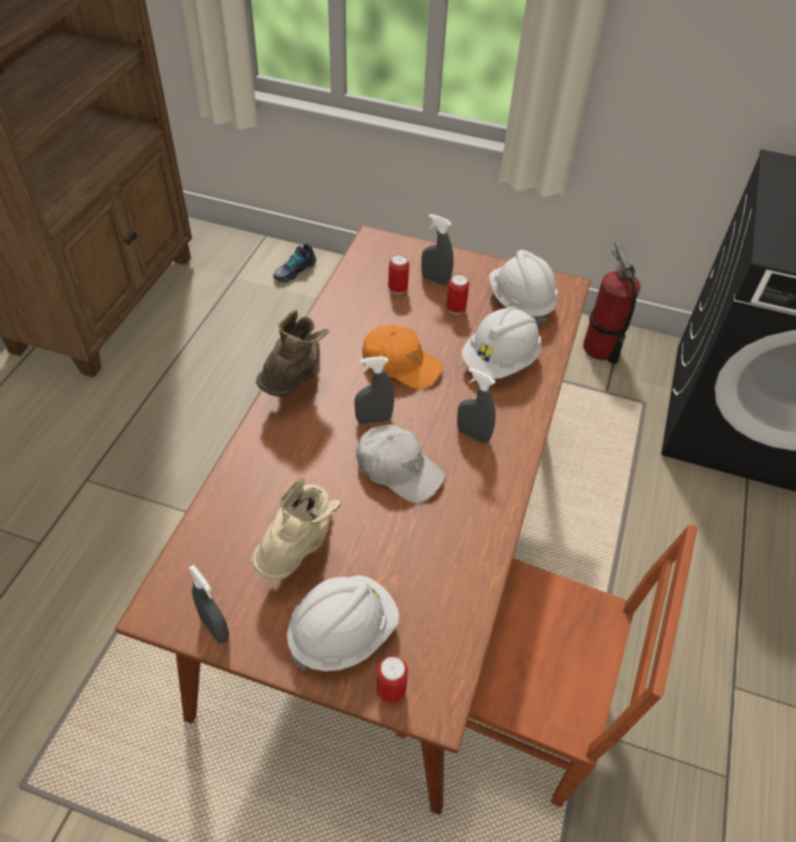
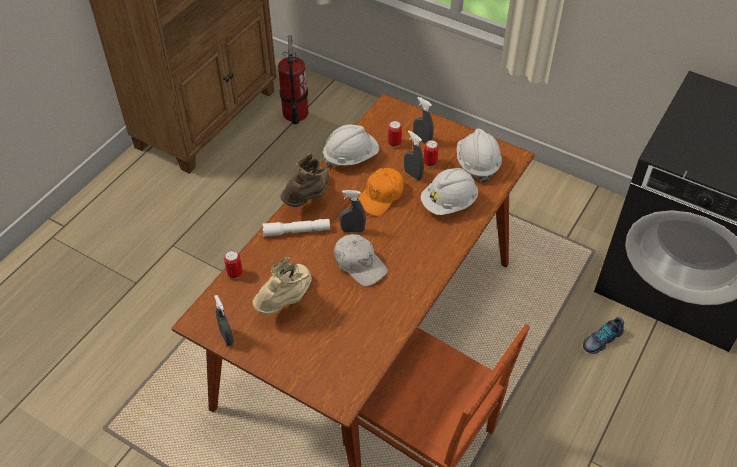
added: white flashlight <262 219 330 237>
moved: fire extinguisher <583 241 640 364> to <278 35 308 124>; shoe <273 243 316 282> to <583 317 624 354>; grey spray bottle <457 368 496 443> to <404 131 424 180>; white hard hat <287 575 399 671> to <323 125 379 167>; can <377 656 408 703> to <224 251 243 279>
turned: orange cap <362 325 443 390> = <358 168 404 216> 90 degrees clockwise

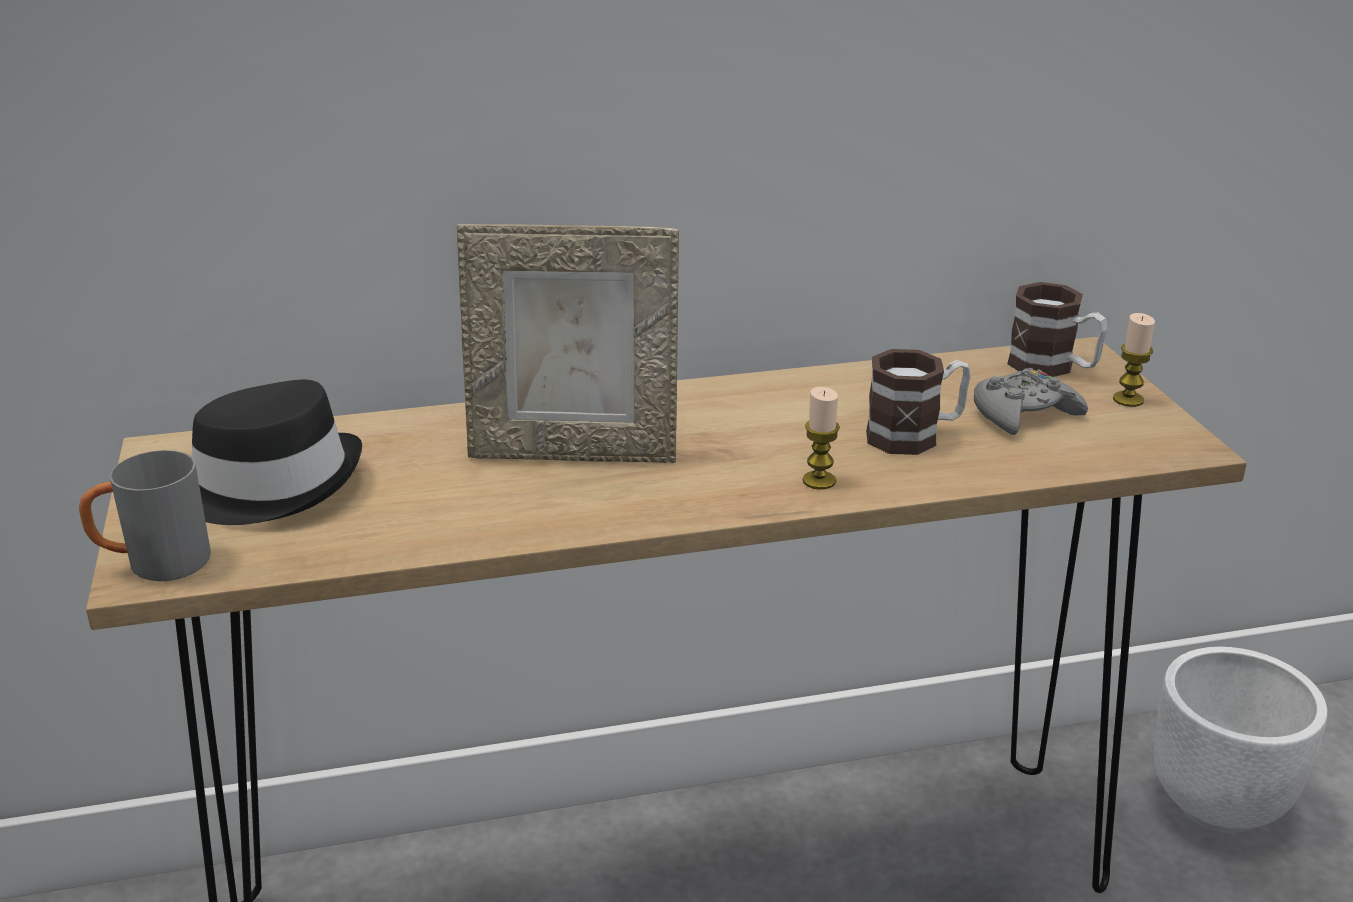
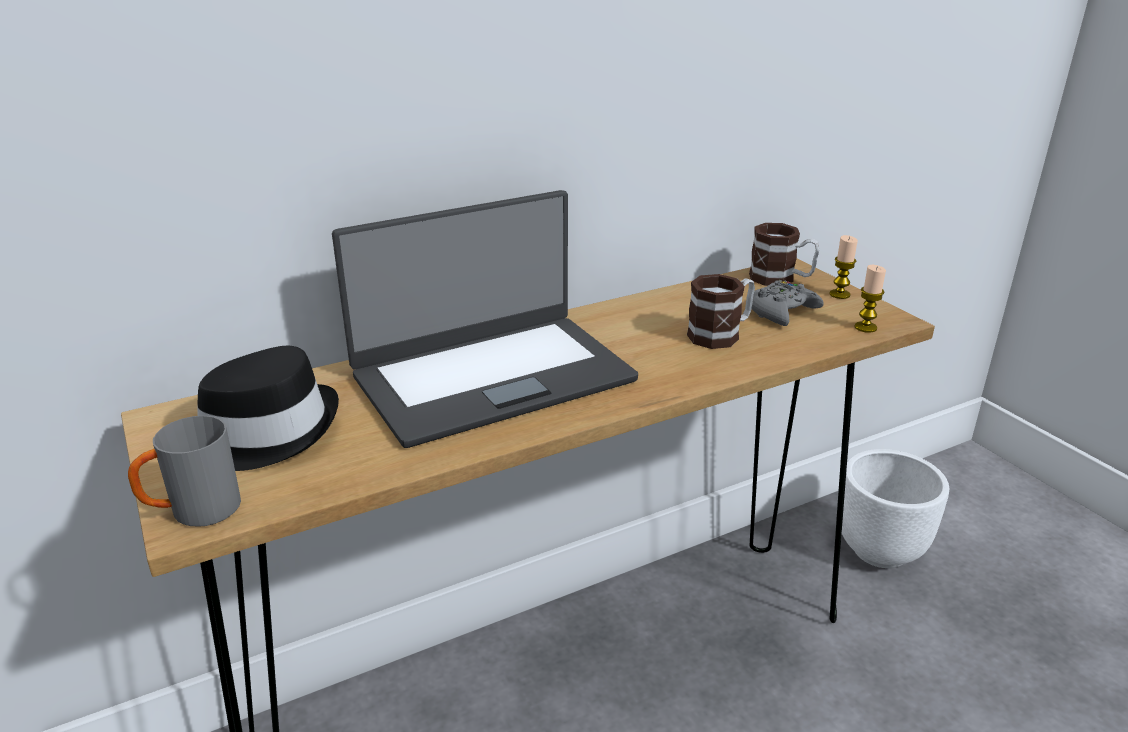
moved: candle <803 387 840 490> to <854 265 886 333>
replaced: picture frame <457 224 679 463> to laptop <332 190 638 448>

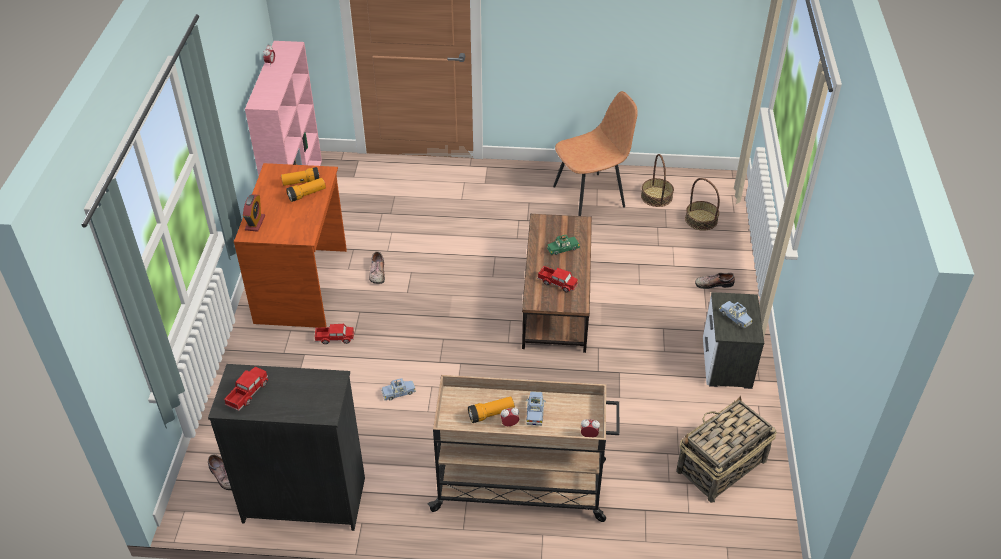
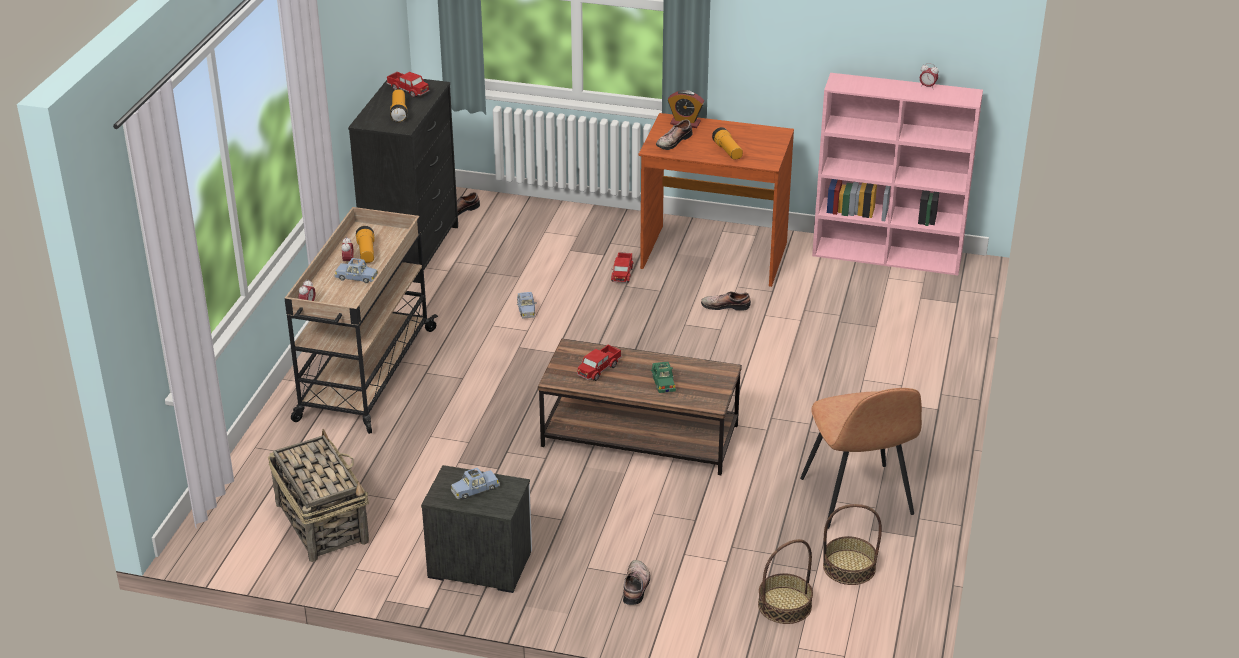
added: shoe <656 119 693 150>
moved: flashlight <281 167 320 186> to <390 89 407 122>

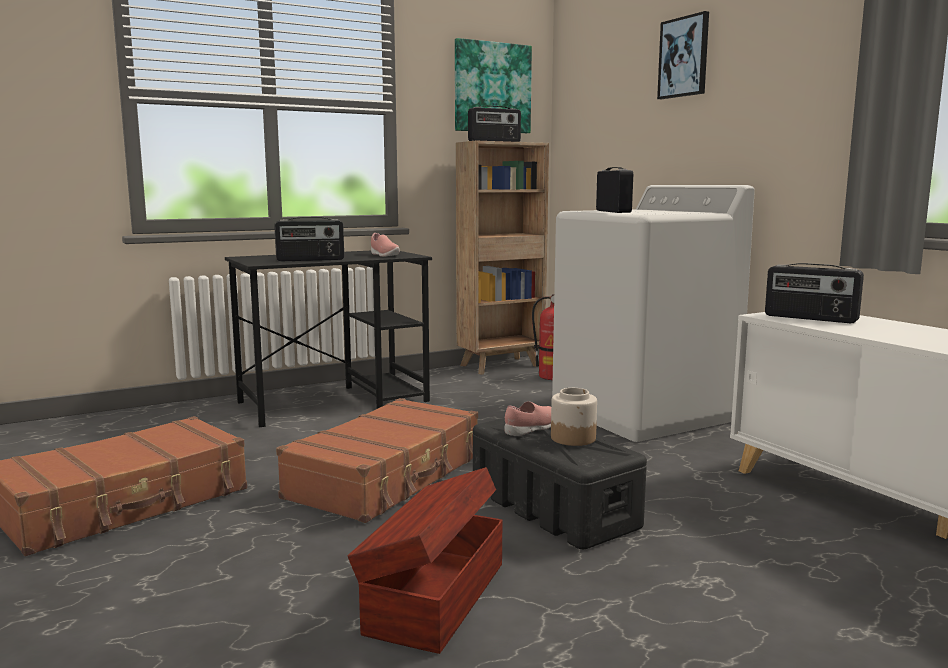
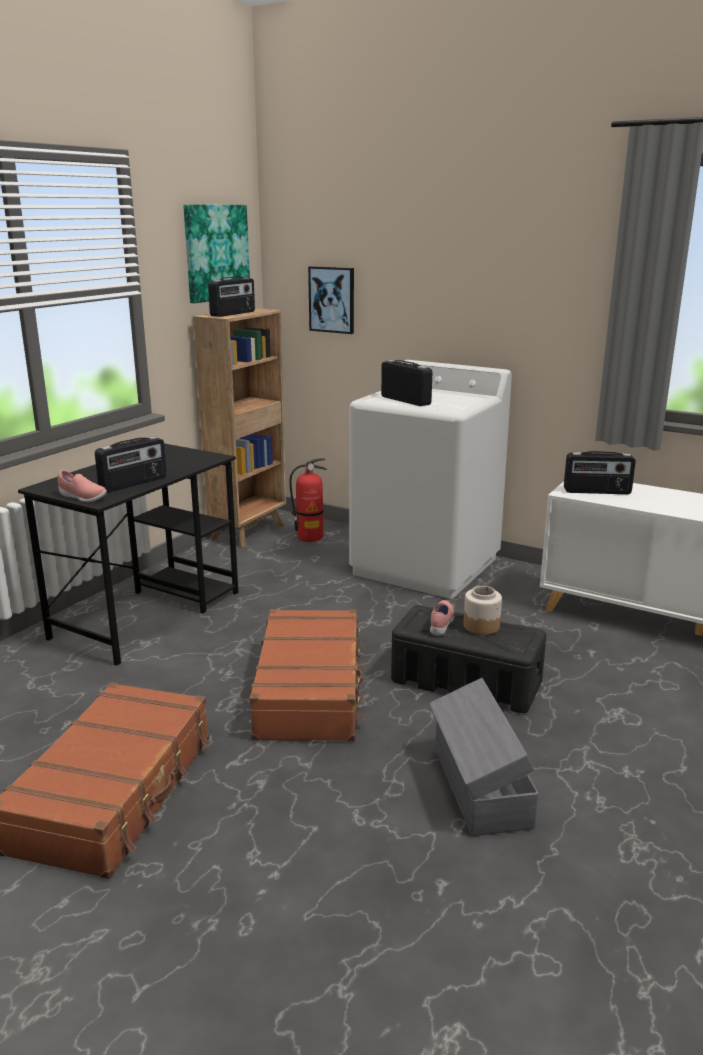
moved: picture <657 11 709 99> to <308 266 354 334>; pink shoe <371 233 400 257> to <58 470 107 502>
recoloured: brown storage box <348 467 502 654> to grey storage box <429 678 538 836>

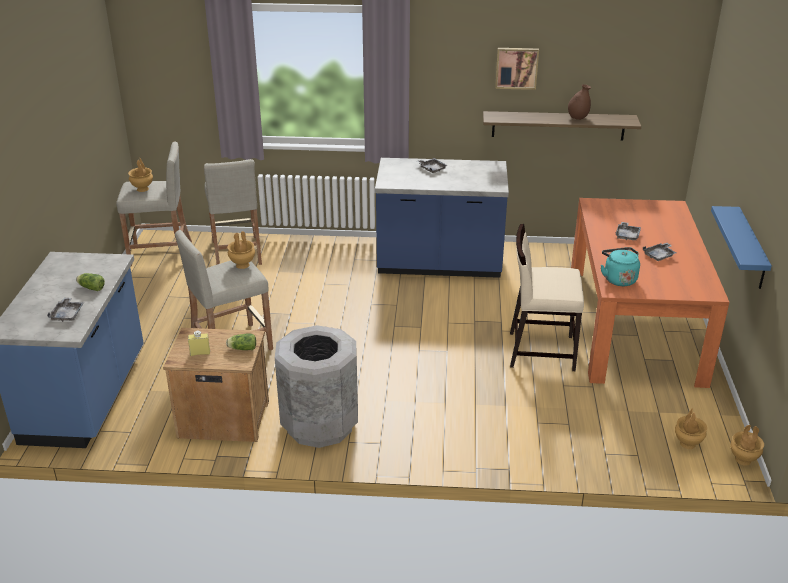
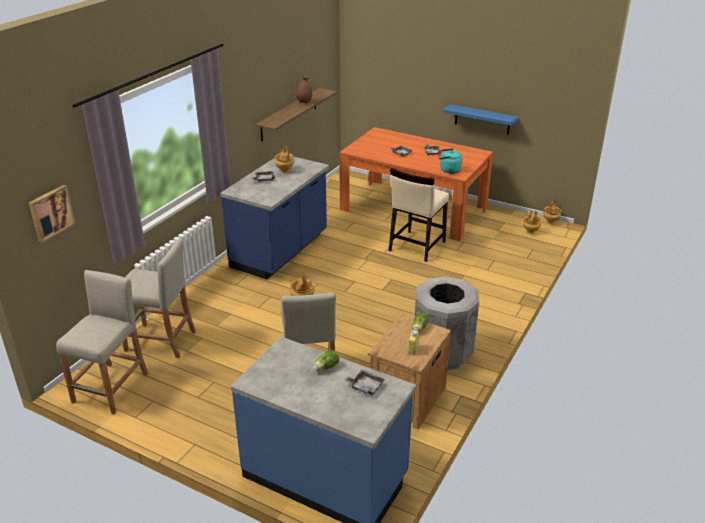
moved: picture <495 48 539 90> to <28 185 76 243>; brown vase <128 158 153 192> to <275 145 294 173>

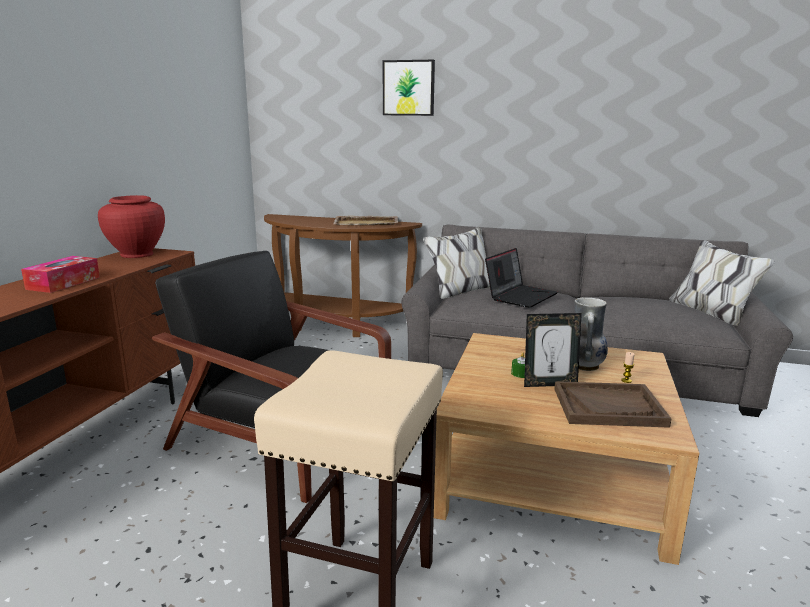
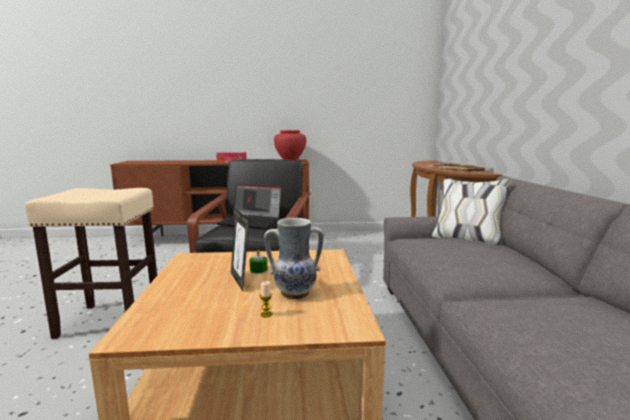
removed: picture <383 60 435 116>; brown tray <554 381 671 428>
moved: laptop <485 248 558 308> to <216 184 282 229>

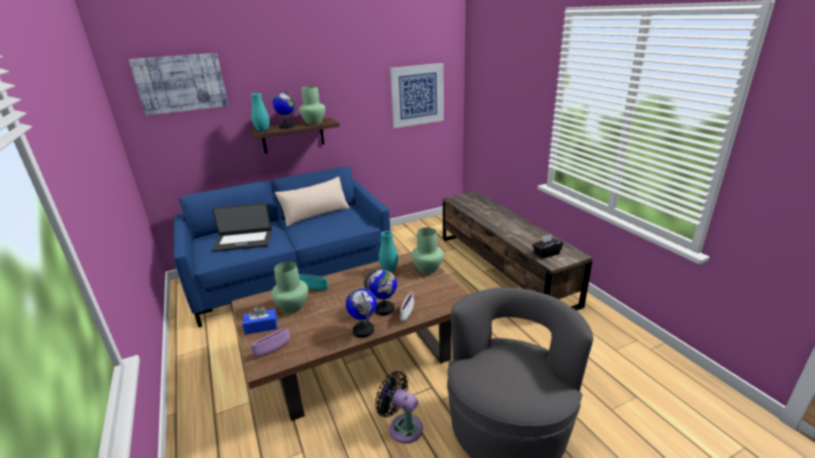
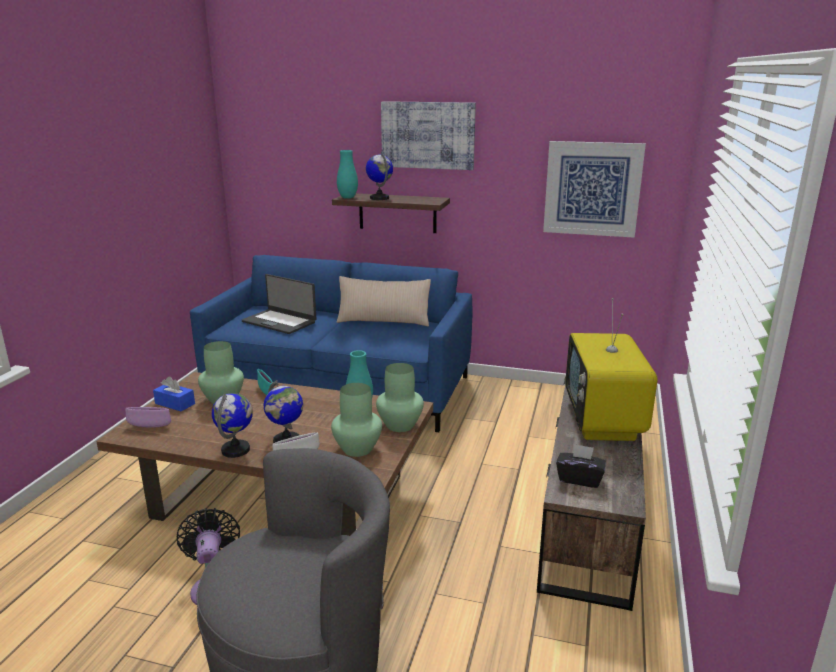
added: television <565 298 658 441>
moved: picture <129 53 228 115> to <381 101 476 170>; green vase <299 86 326 125> to <331 383 382 457>

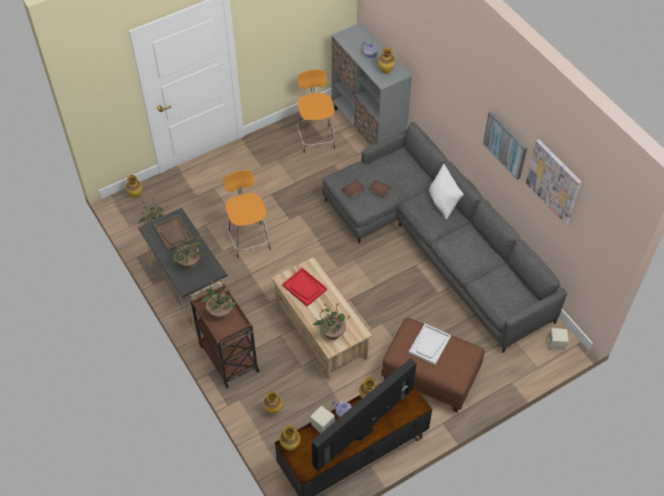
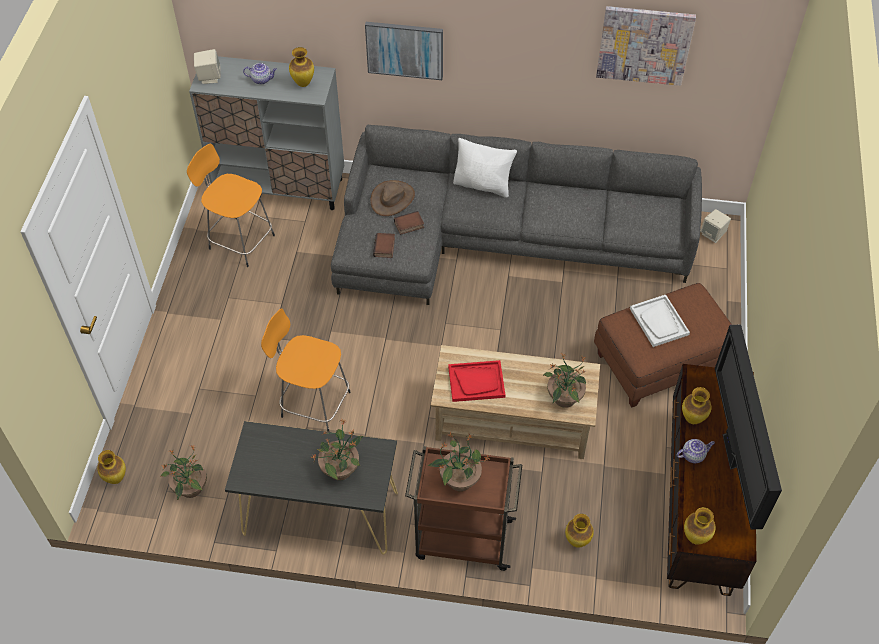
removed: brown tray <154 215 194 252>
added: brown hat <370 180 415 216>
moved: picture <483 111 527 180> to <365 22 443 80>; beige speaker <310 406 335 433> to <194 49 221 84>

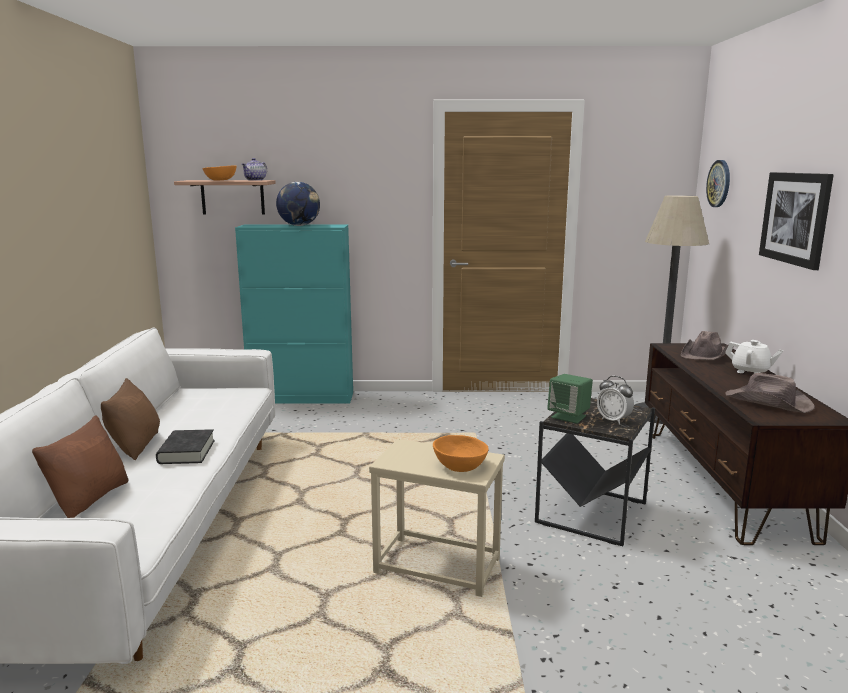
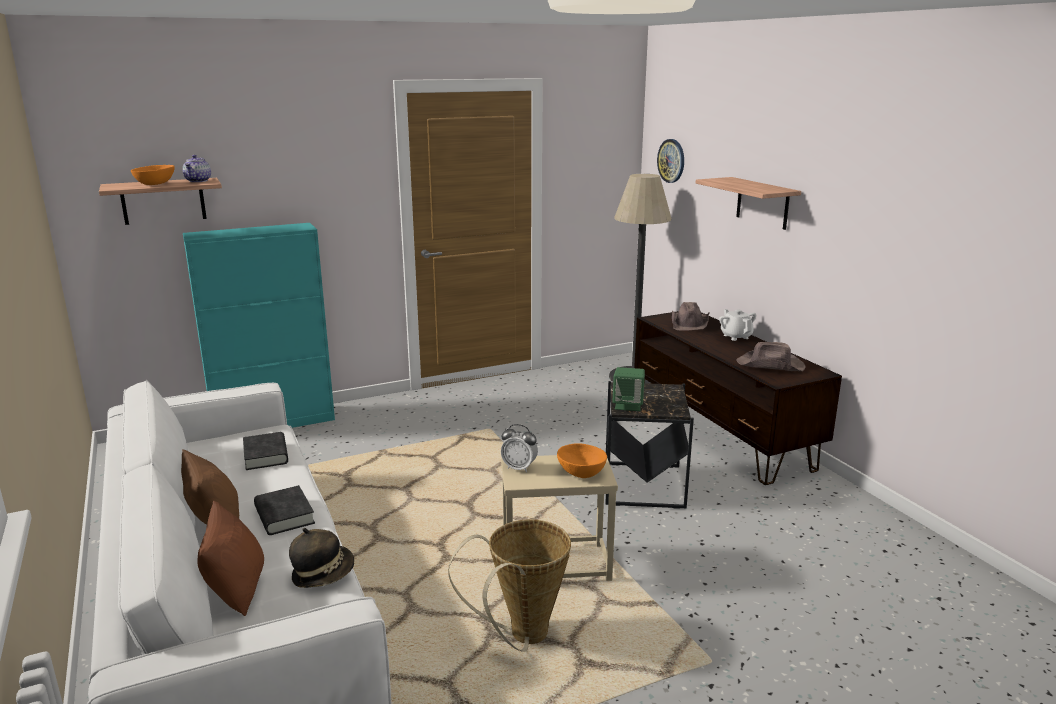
removed: globe <276 182 320 226>
added: black book <243 432 288 470>; basket <448 519 571 652>; hat <289 528 354 588>
moved: alarm clock <597 376 634 425> to <501 424 538 473>
replaced: picture <759 172 834 270> to shelf <696 177 801 230>
turned: white teapot <725 340 783 373> = <719 309 756 341> 120 degrees counterclockwise

